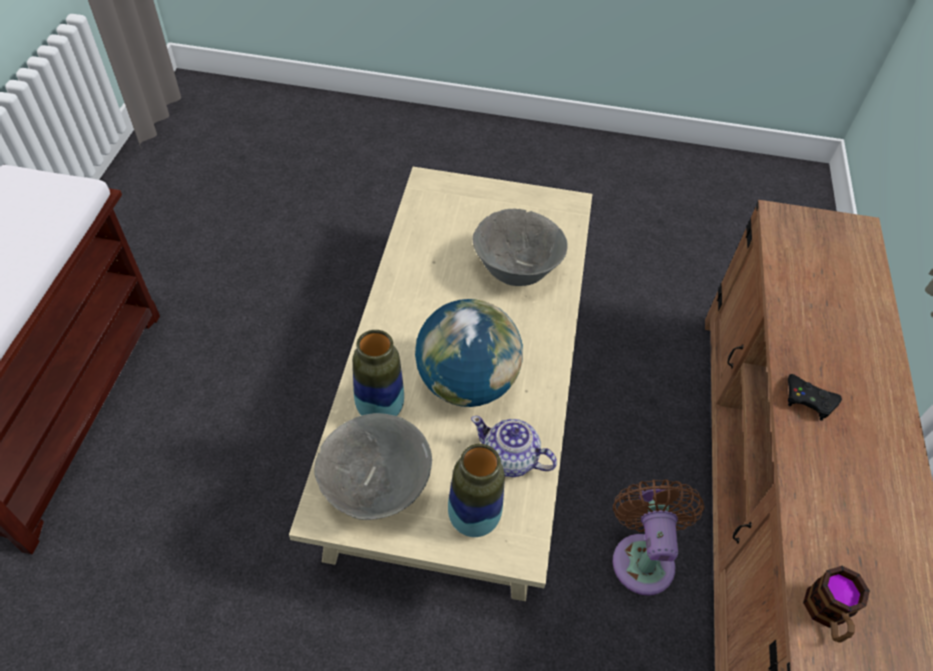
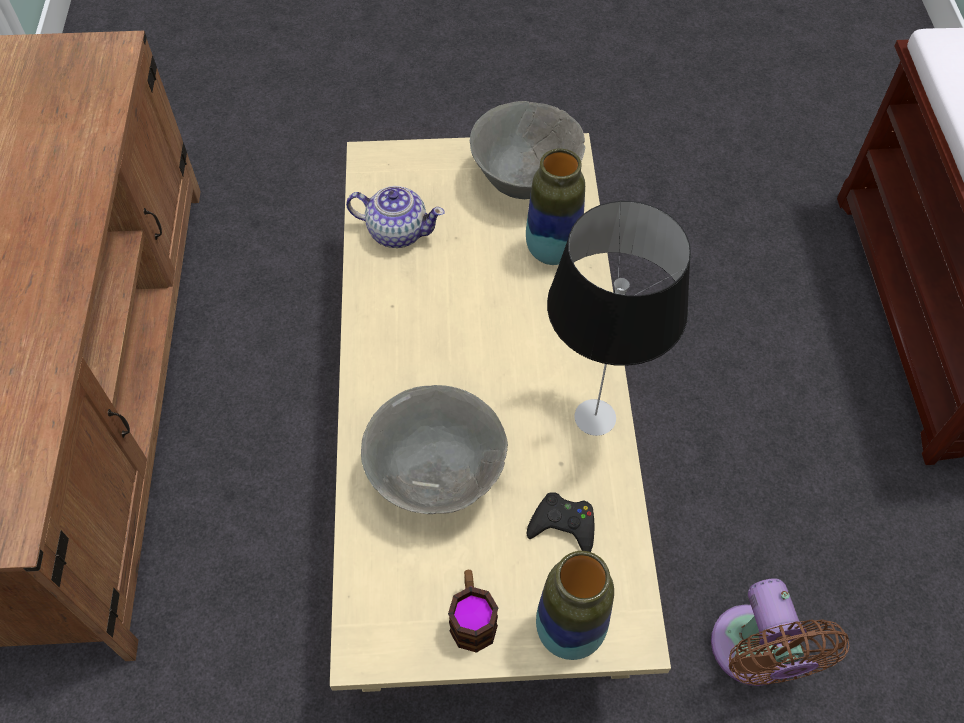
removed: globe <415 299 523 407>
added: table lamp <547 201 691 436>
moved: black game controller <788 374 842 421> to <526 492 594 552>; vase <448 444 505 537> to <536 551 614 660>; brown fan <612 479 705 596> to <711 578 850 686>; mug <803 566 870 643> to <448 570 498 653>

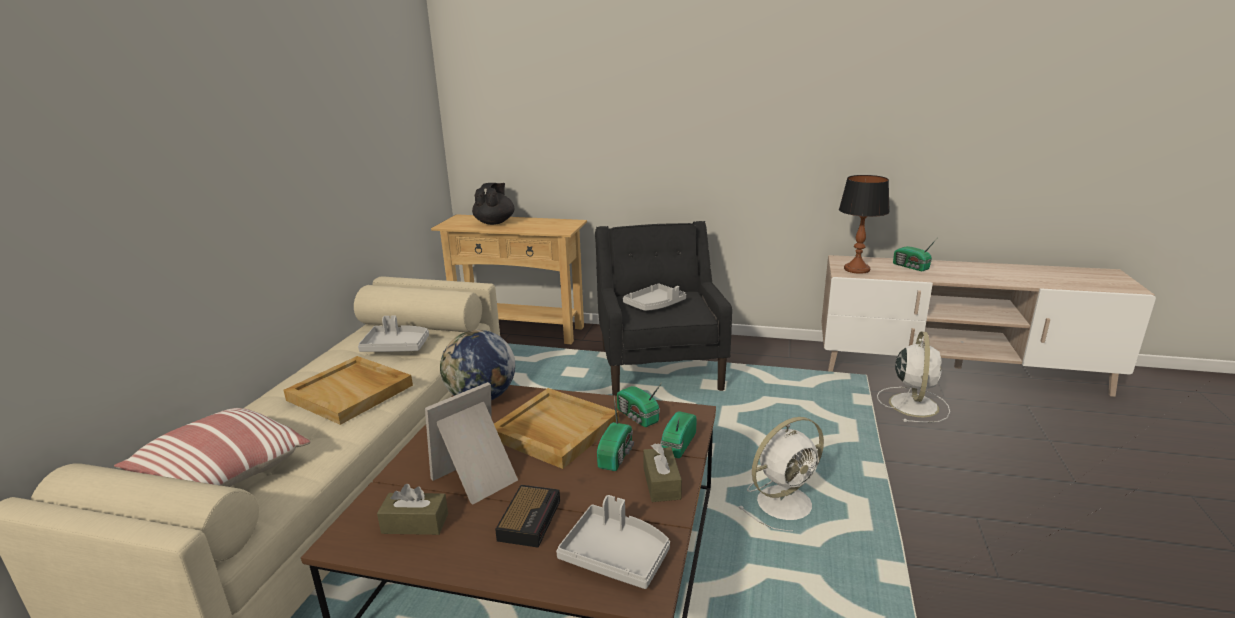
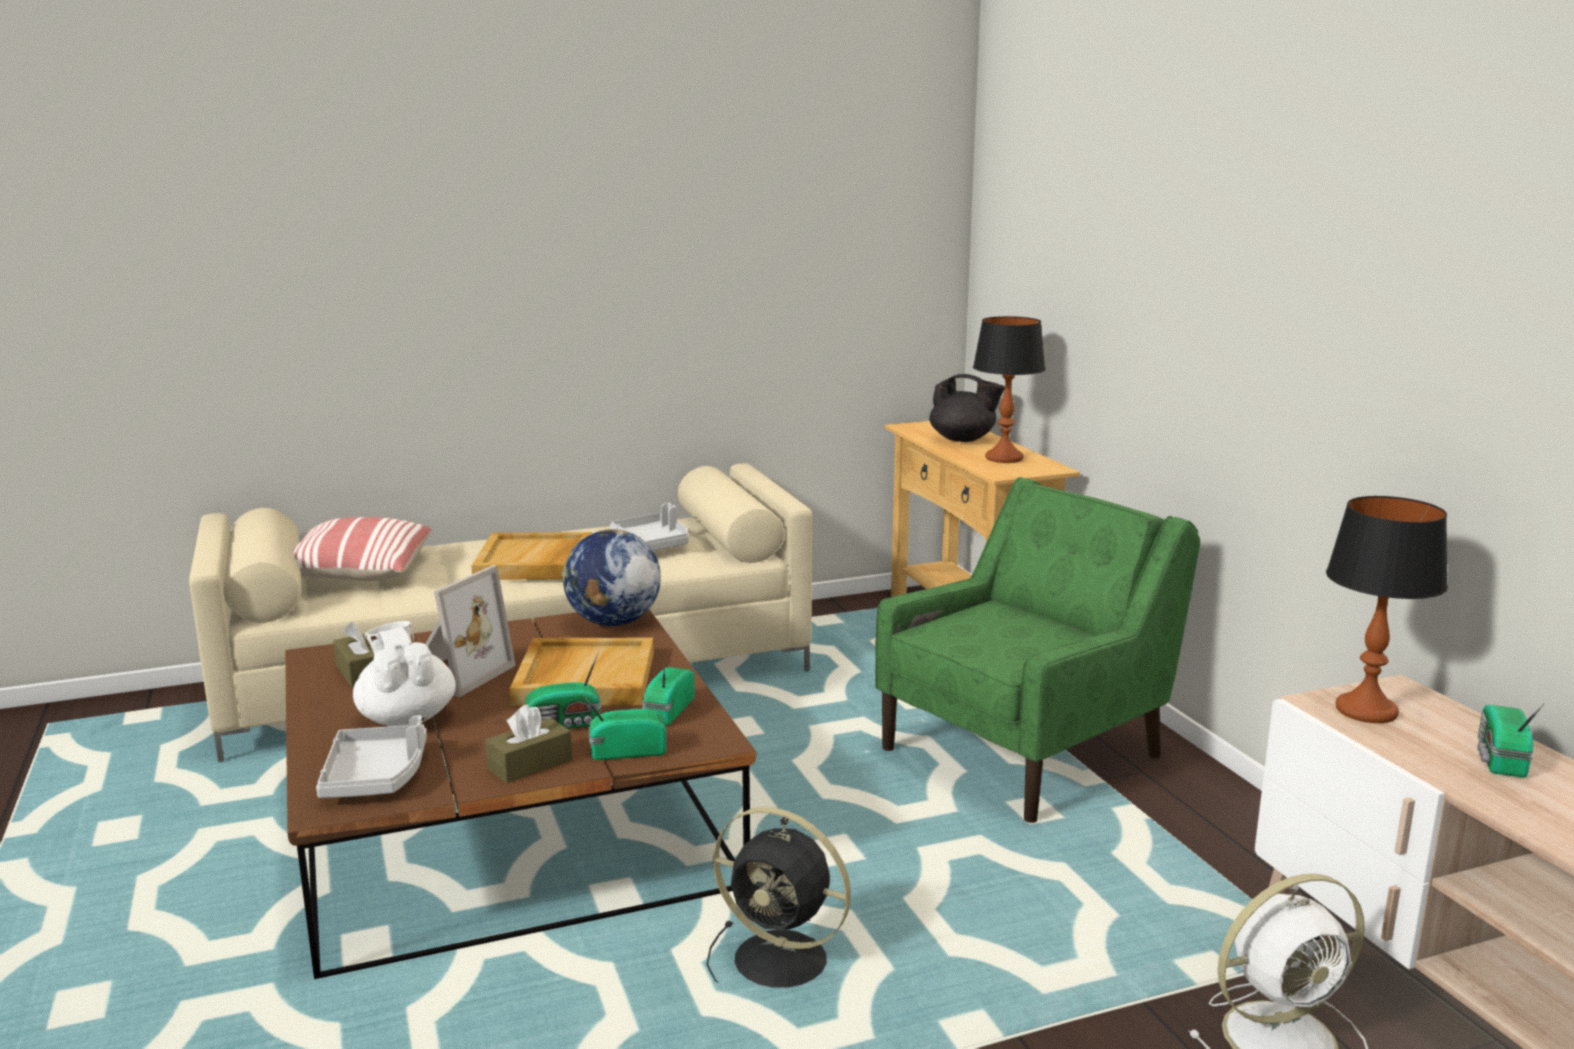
removed: grey tray <623 284 686 311>
added: table lamp <973 316 1046 463>
replaced: alarm clock <495 485 560 548> to white teapot <353 621 456 726>
recoloured: black armchair <595 221 732 396> to green armchair <875 477 1200 823>; white fan <738 417 824 531> to black fan <706 807 851 988>
turned: black teapot <472 183 514 225> = <929 374 1005 442> 45 degrees clockwise; picture frame <425 382 518 505> = <425 565 516 697> 105 degrees clockwise

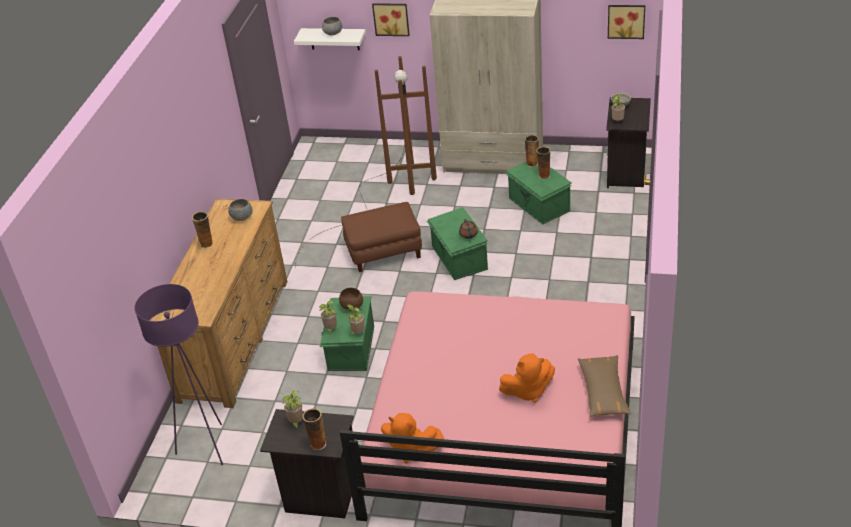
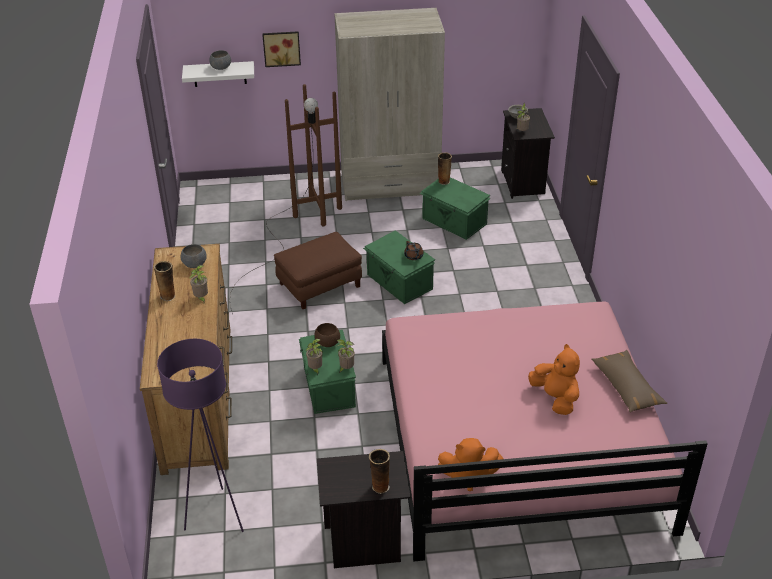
removed: picture <608 5 645 39>; vase <536 147 550 179>
moved: potted plant <282 391 303 430> to <189 265 208 302>
turned: orange plush toy <499 353 555 403> = <528 344 580 415> 90 degrees counterclockwise

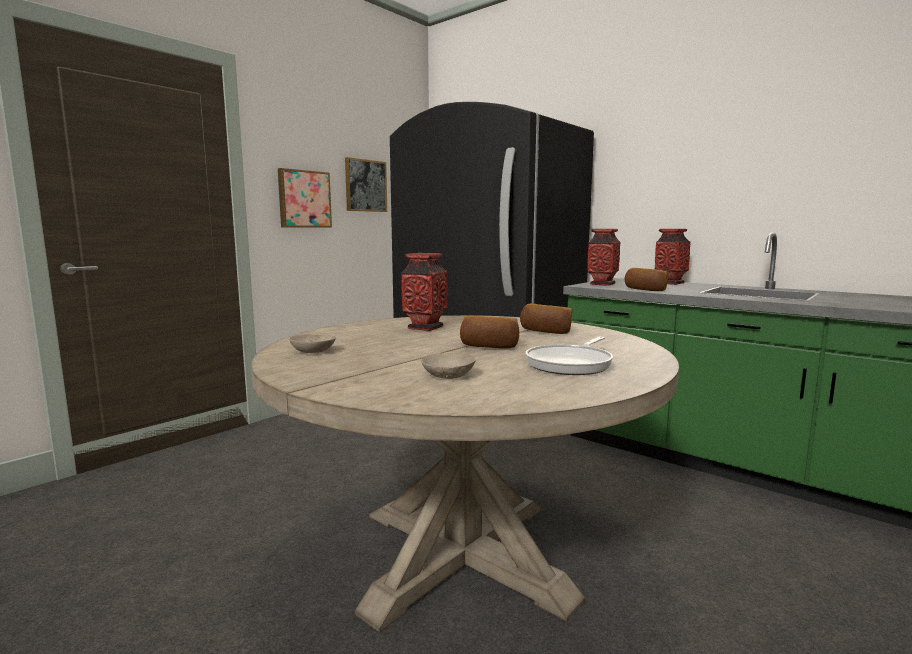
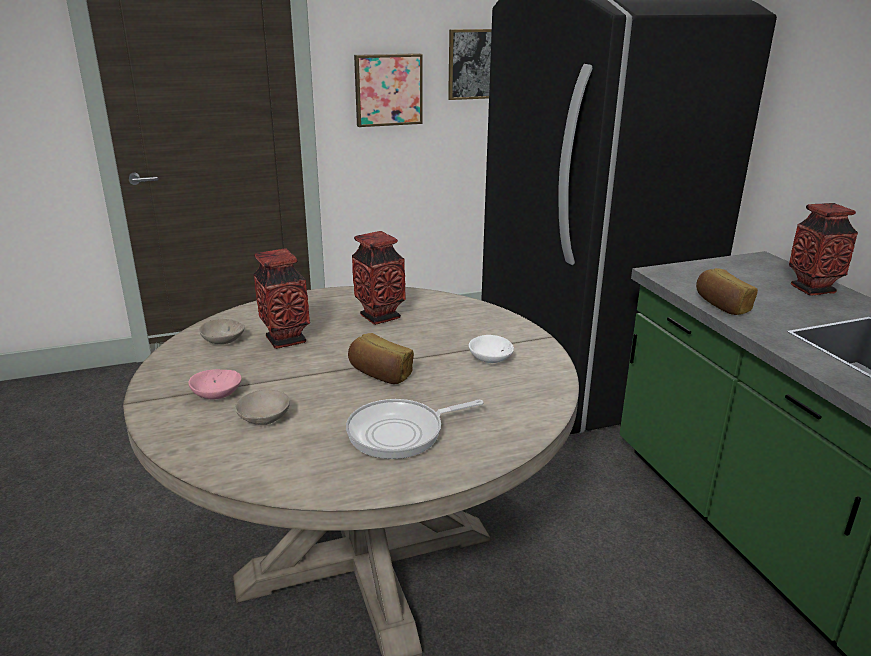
added: pink bowl <188 369 241 399>
moved: vase <587 229 621 286> to <254 248 310 349>
replaced: bread <520 304 572 334> to white bowl <469 335 514 363>

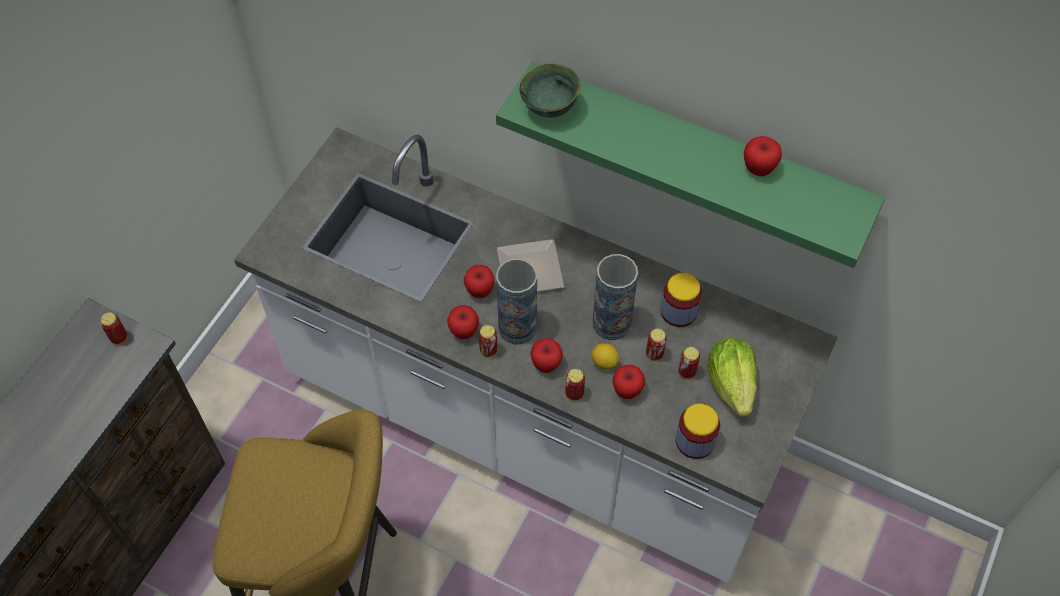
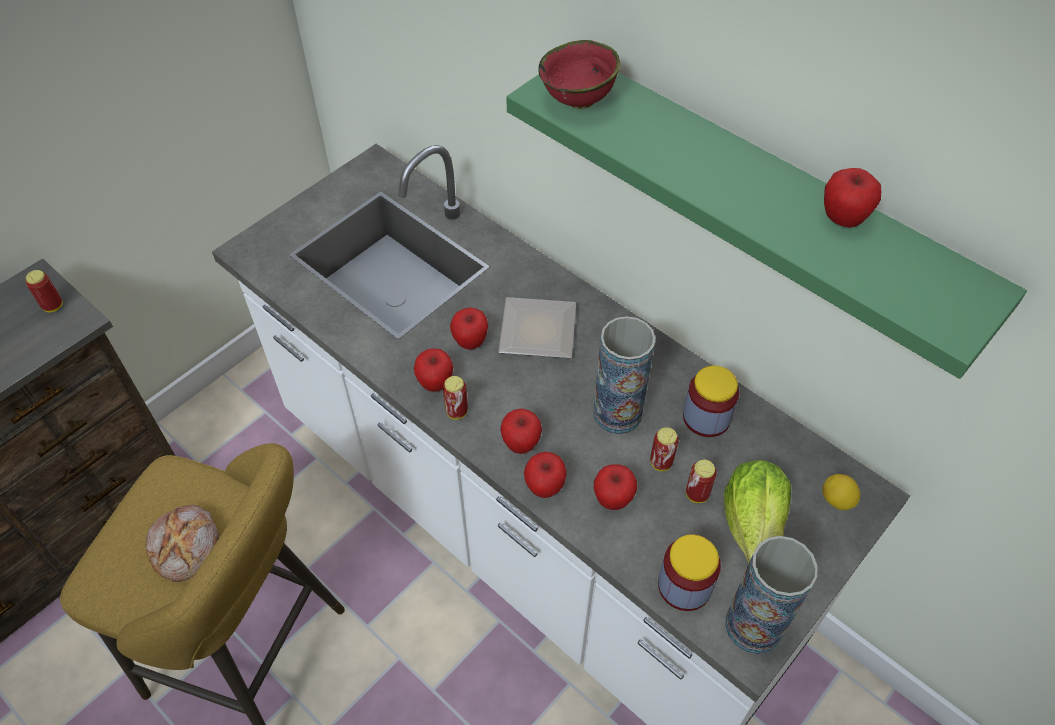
added: bread <146 505 219 582>
moved: vase <496 258 537 345> to <725 536 818 654>; lemon <592 343 619 370> to <822 474 860 510>
replaced: can <565 369 585 401> to apple <524 452 567 498>
recoloured: green bowl <519 64 581 118> to red bowl <538 40 620 109>

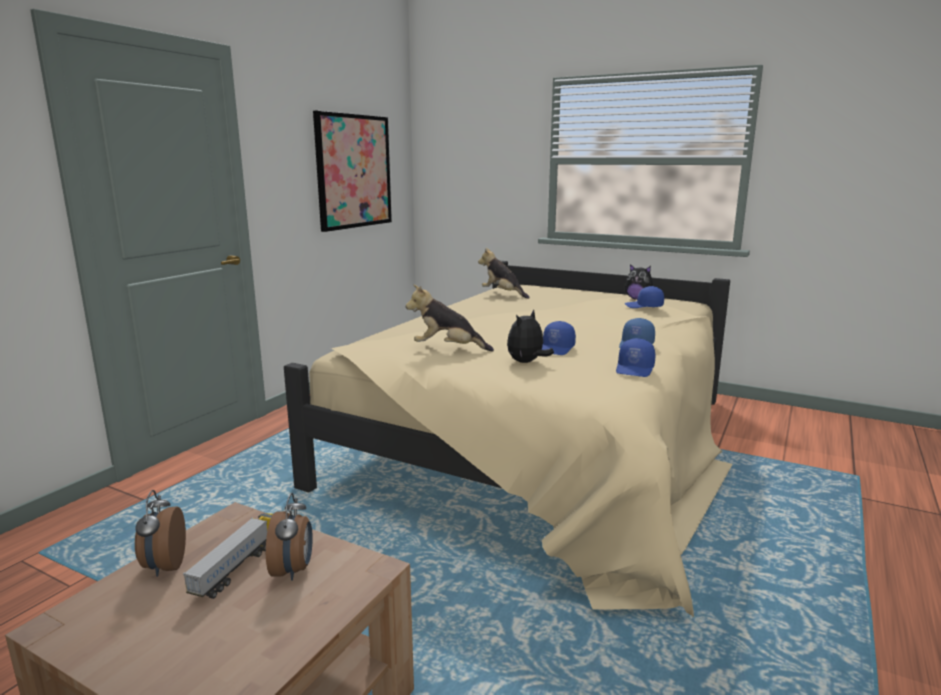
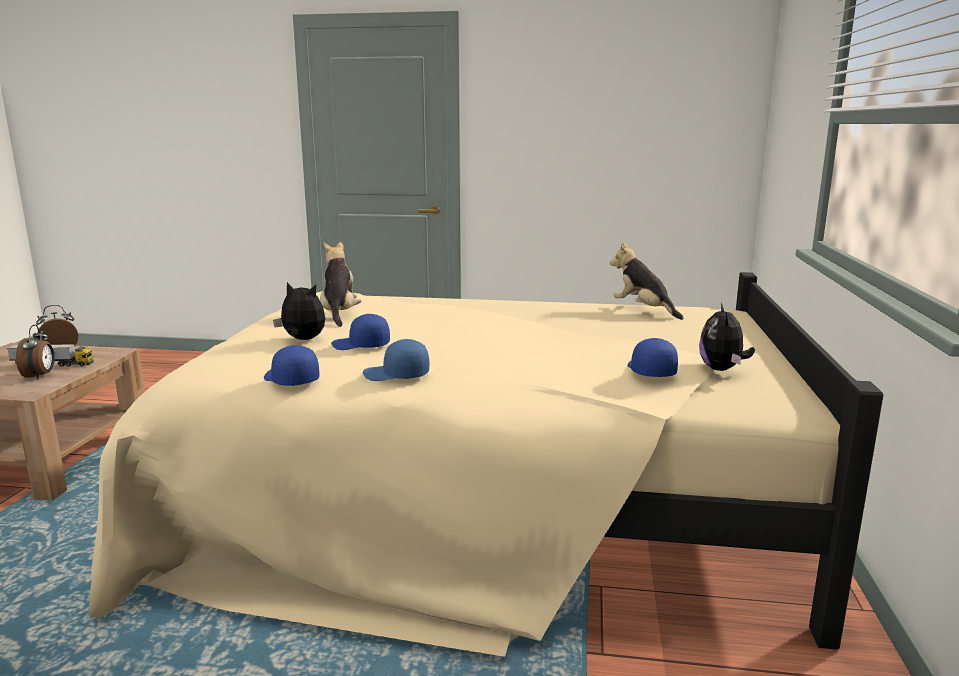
removed: picture <313 111 392 232>
turned: plush toy <478 248 530 299> = <610 243 683 320> 60 degrees counterclockwise; blue cap <616 338 655 377> = <264 345 320 386> 45 degrees clockwise; alarm clock <266 493 313 581> = <16 325 55 380> 75 degrees counterclockwise

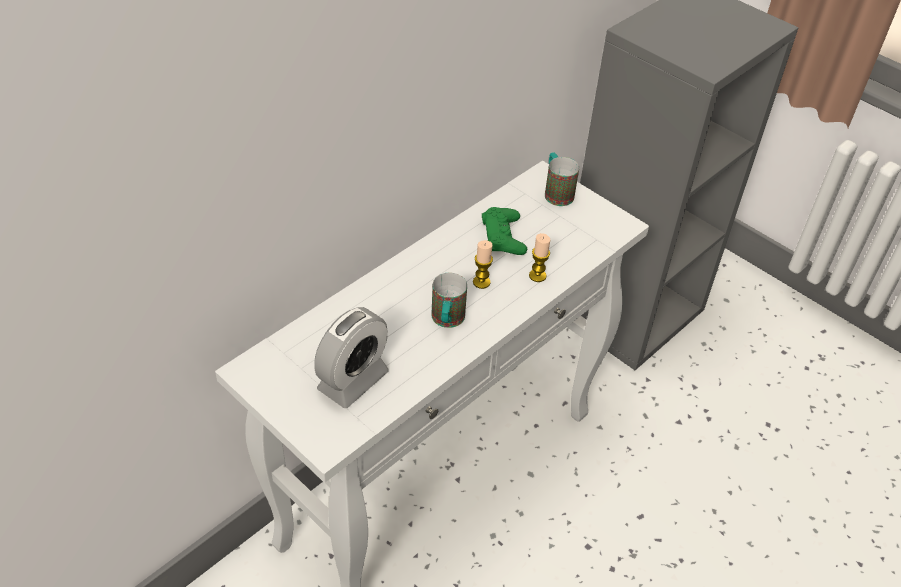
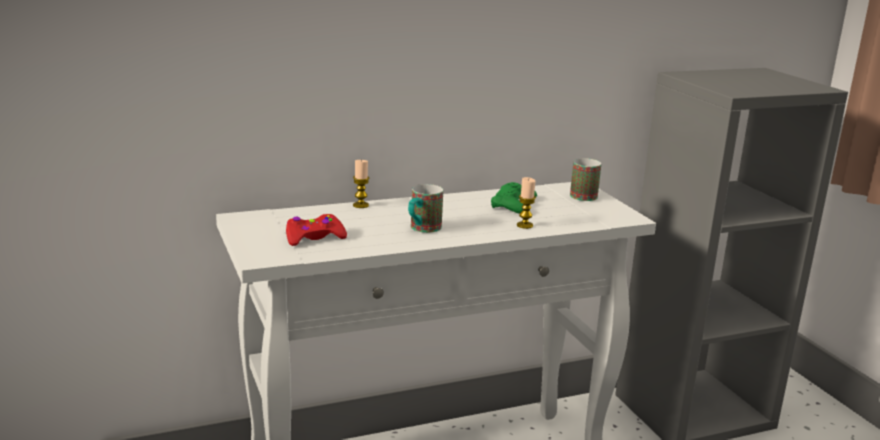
moved: candle <473 240 493 289> to <353 159 369 208>
replaced: alarm clock <314 307 389 408> to red game controller <286 214 347 246>

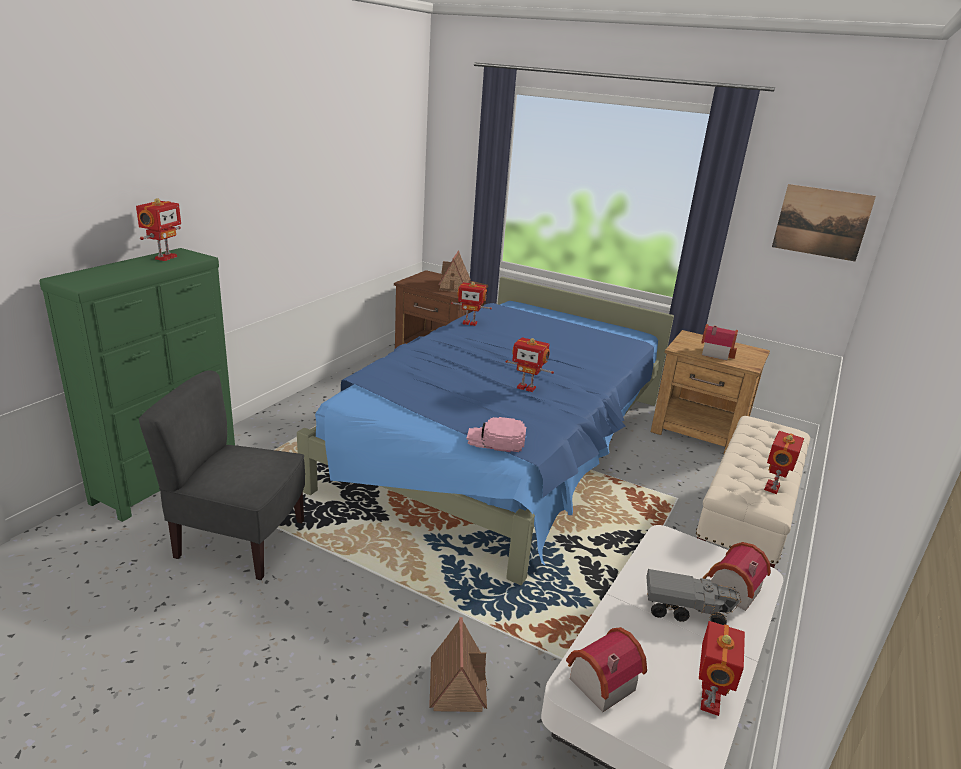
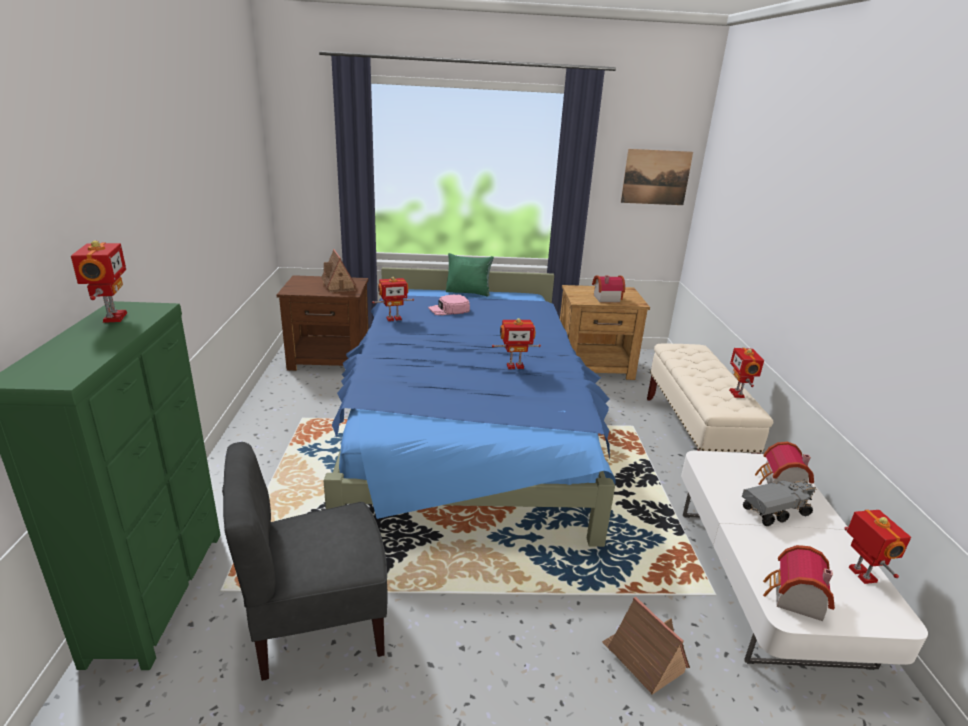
added: green pillow <446 253 494 296>
moved: pink cap <466 417 526 452> to <428 294 470 315>

